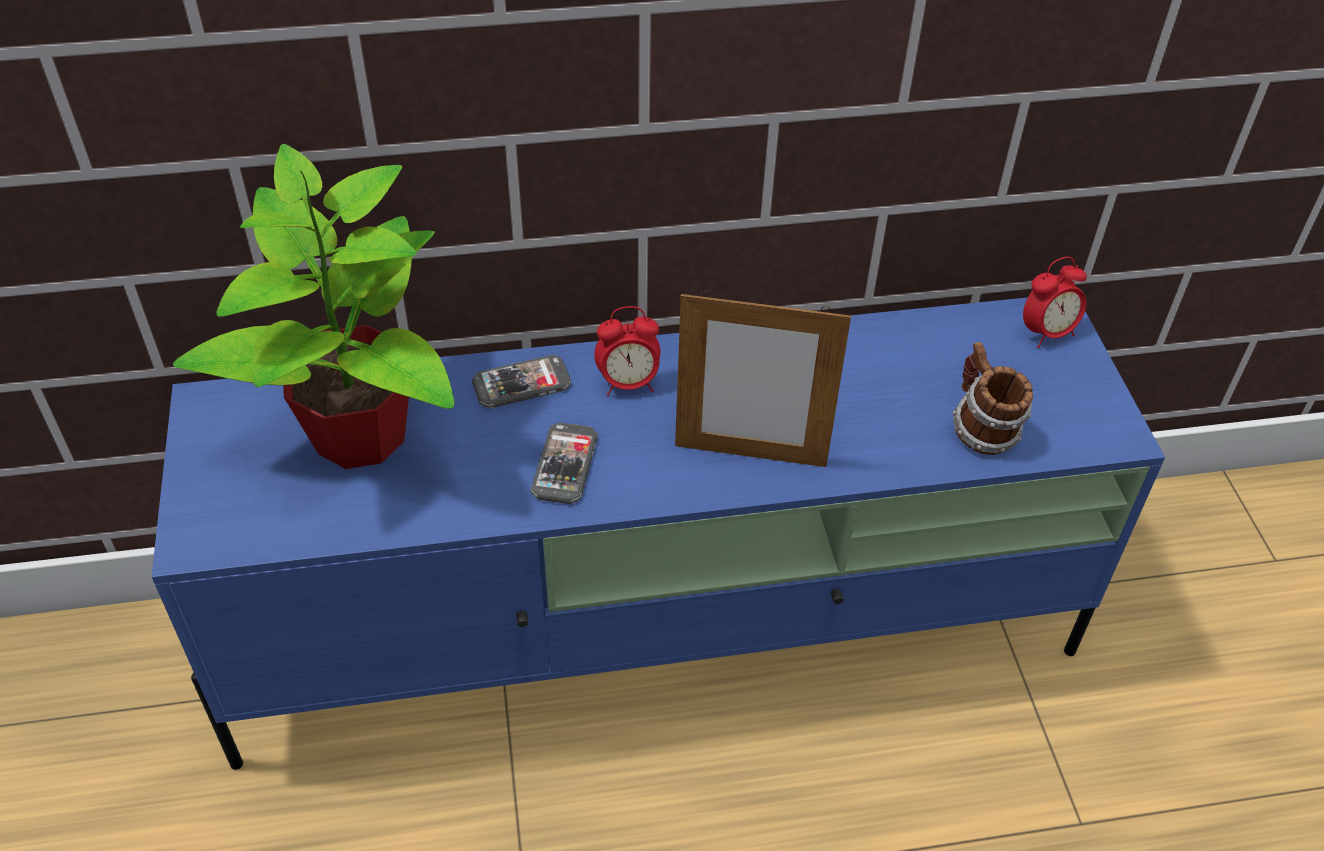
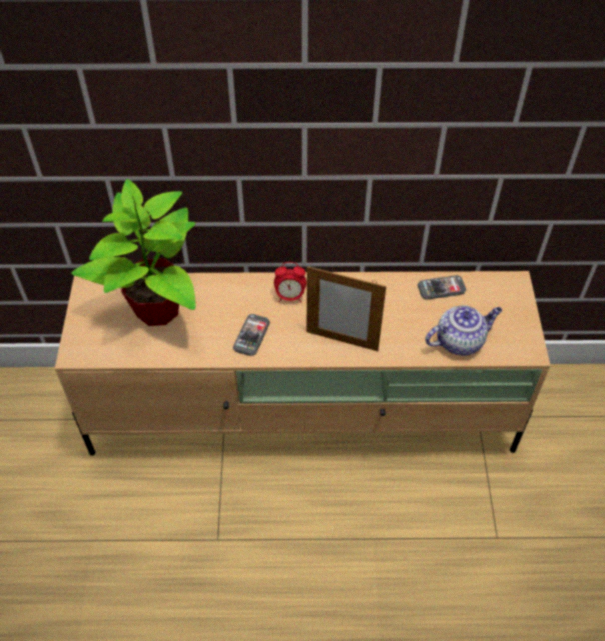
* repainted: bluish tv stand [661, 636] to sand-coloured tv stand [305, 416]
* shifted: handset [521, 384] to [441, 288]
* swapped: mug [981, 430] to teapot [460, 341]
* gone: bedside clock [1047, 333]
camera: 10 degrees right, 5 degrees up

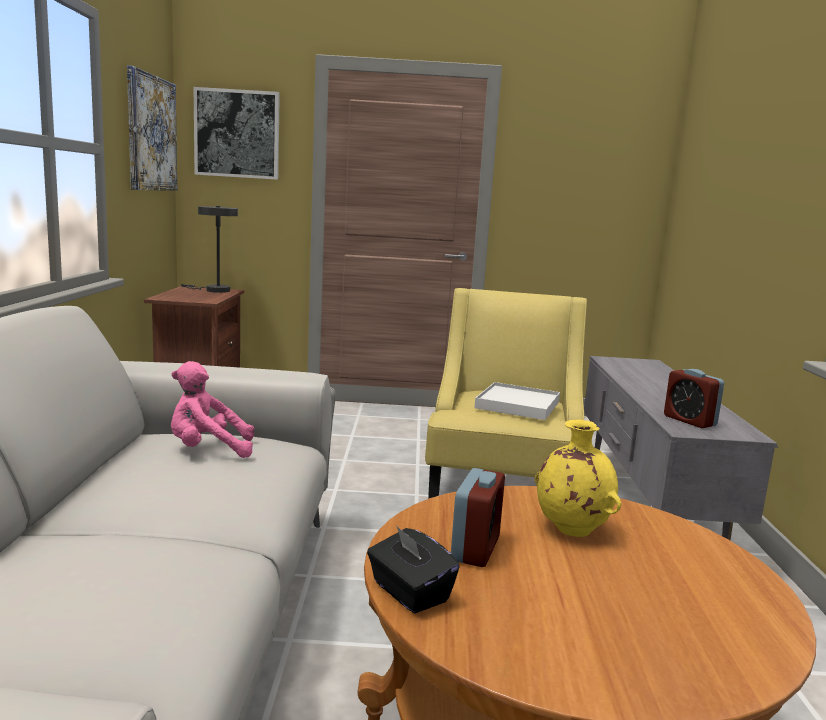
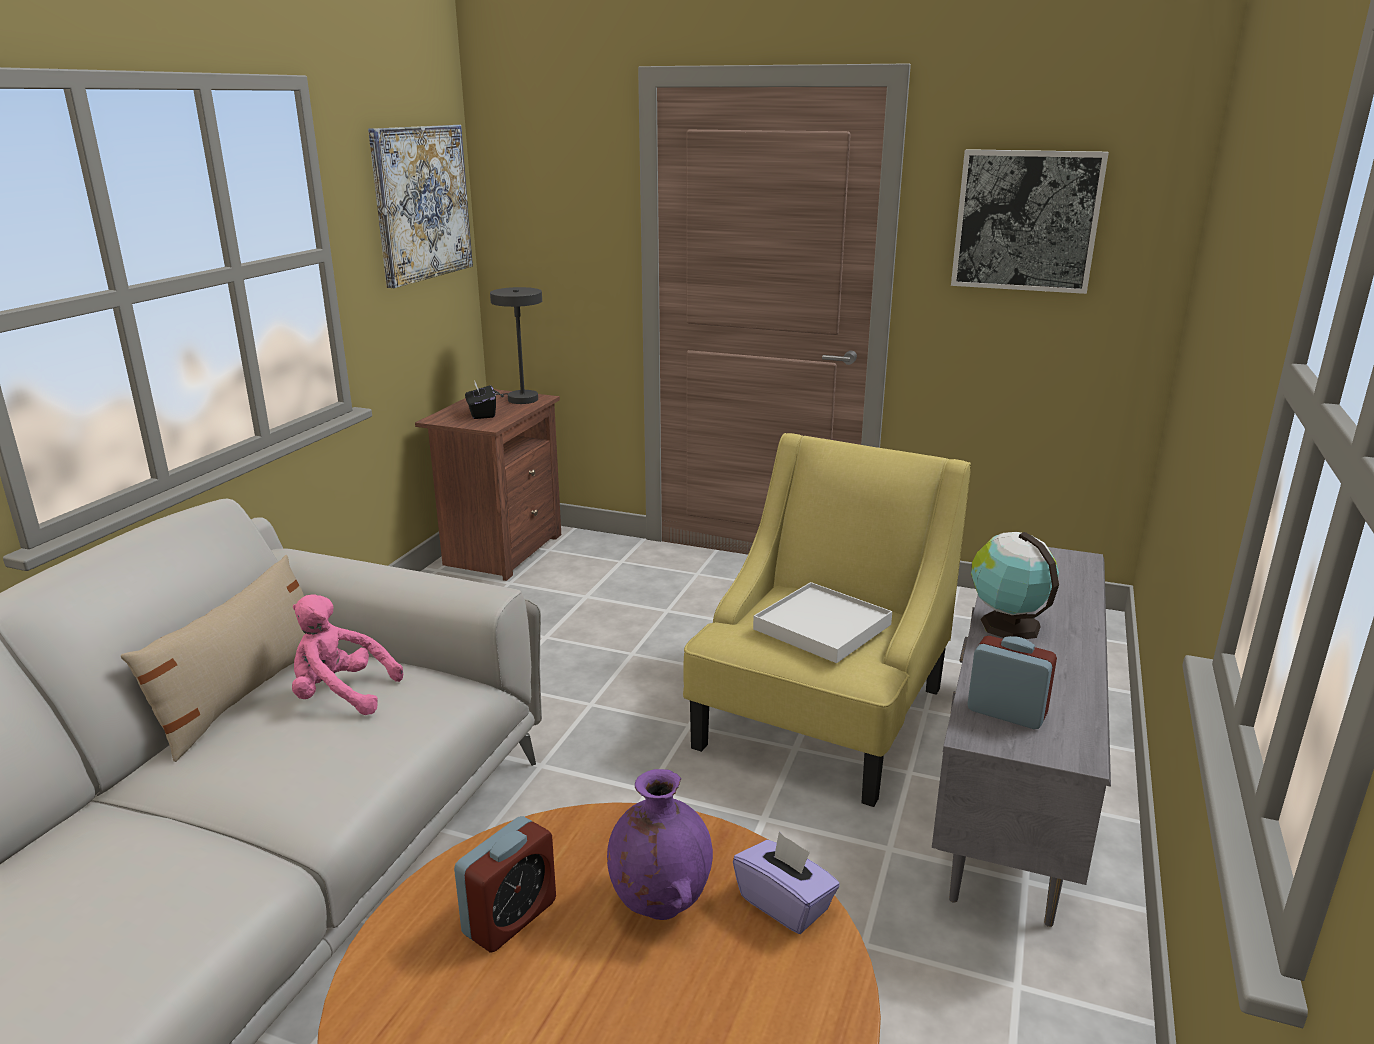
* shifted: wall picture [237, 134] to [1026, 221]
* shifted: blackish tissue holder [409, 592] to [481, 414]
* repainted: yellow vase [571, 530] to purple-coloured vase [659, 904]
* rotated: bedside clock [689, 421] = [1006, 712] 135 degrees clockwise
* new: sand-coloured pillow [244, 694]
* new: purple-coloured tissue holder [784, 904]
* new: globe [1007, 624]
camera: 20 degrees right, 10 degrees up

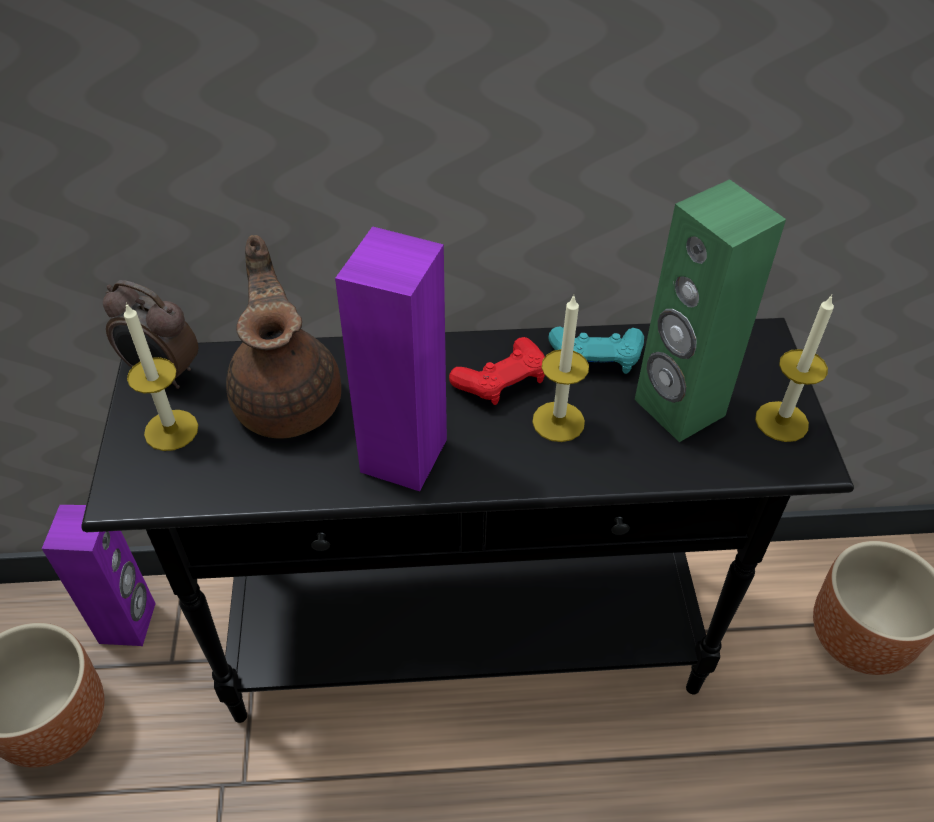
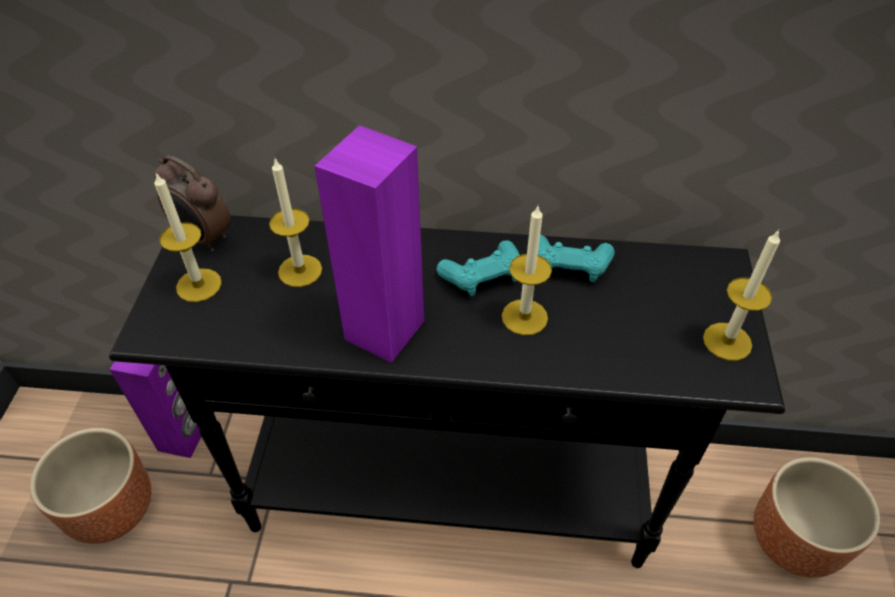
* swapped: brownish teapot [289, 399] to wax light [300, 270]
* repainted: reddish joypad [502, 381] to blue-green joypad [482, 276]
* gone: green-coloured loudspeaker [678, 408]
camera: 10 degrees right, 0 degrees up

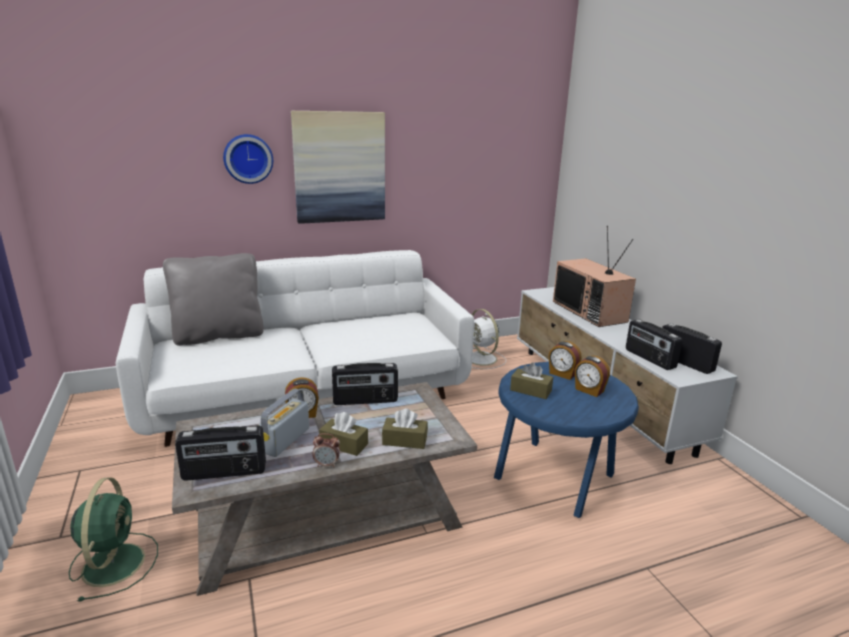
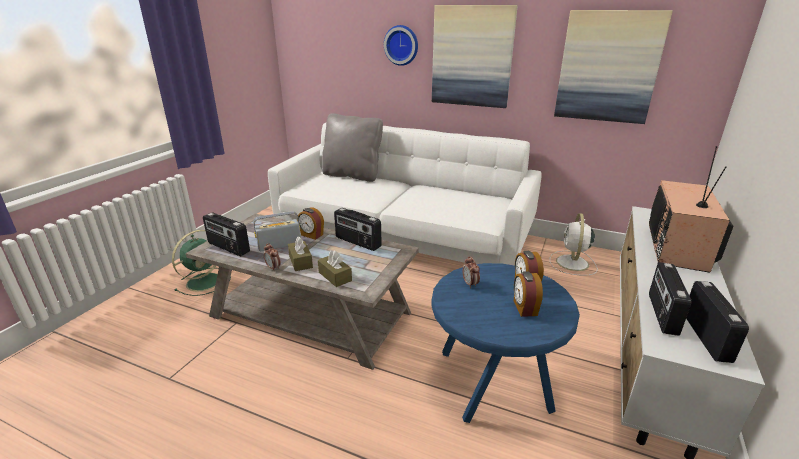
* swapped: brownish tissue holder [530, 390] to bedside clock [470, 284]
* new: wall picture [608, 67]
camera: 45 degrees right, 5 degrees up

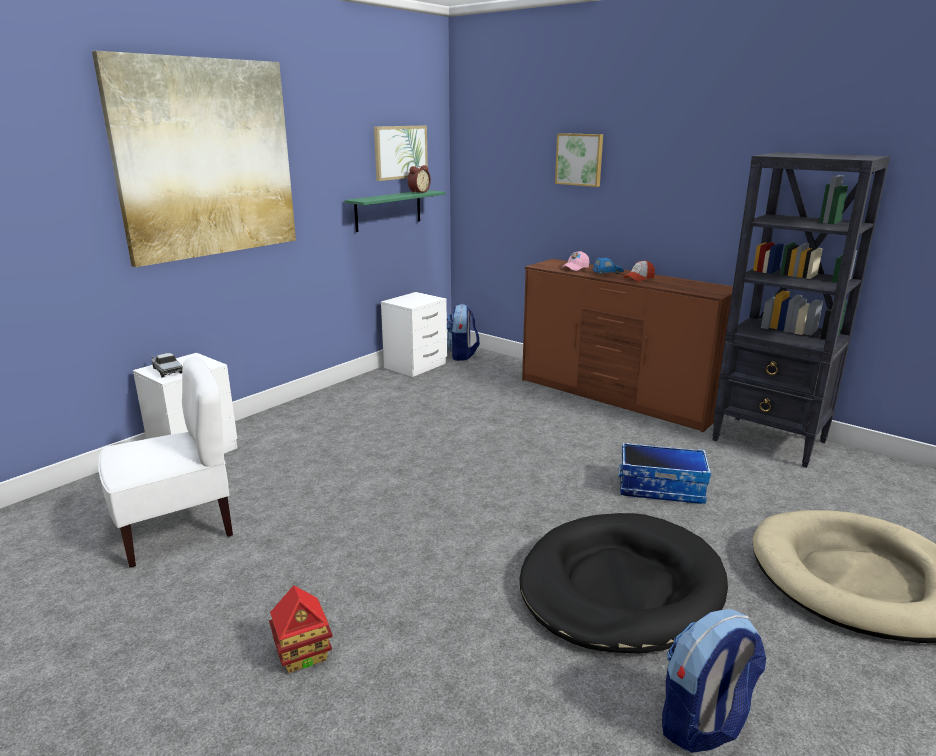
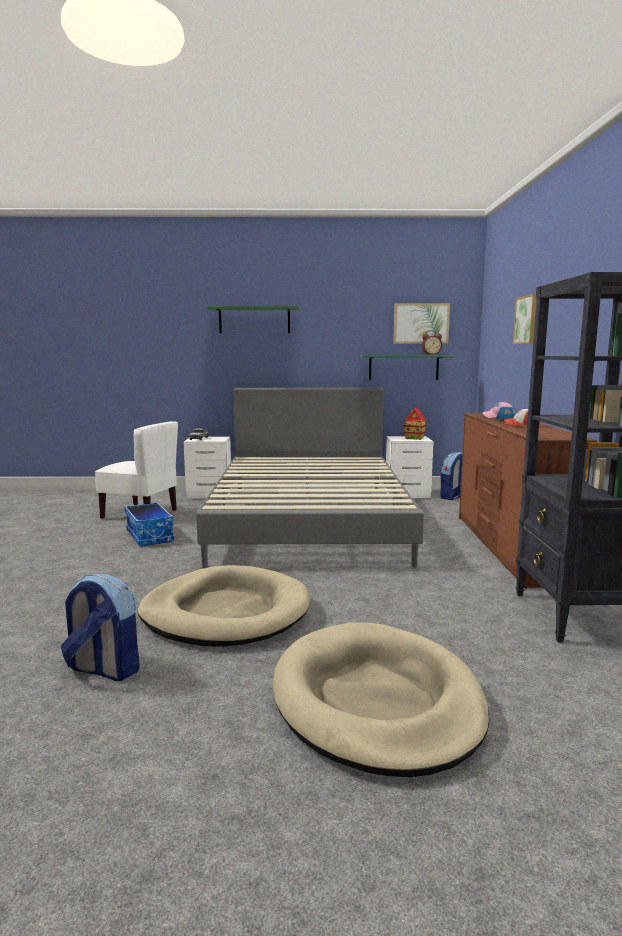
* swapped: wall picture [206, 159] to green-coloured wall shelf [254, 320]
* shifted: miniature house [303, 655] to [414, 438]
* repainted: blackish dog cushion [620, 587] to sand-coloured dog cushion [225, 612]
* shifted: storage container [661, 488] to [150, 536]
* new: gray sleeping bed [309, 520]
camera: 50 degrees right, 10 degrees down

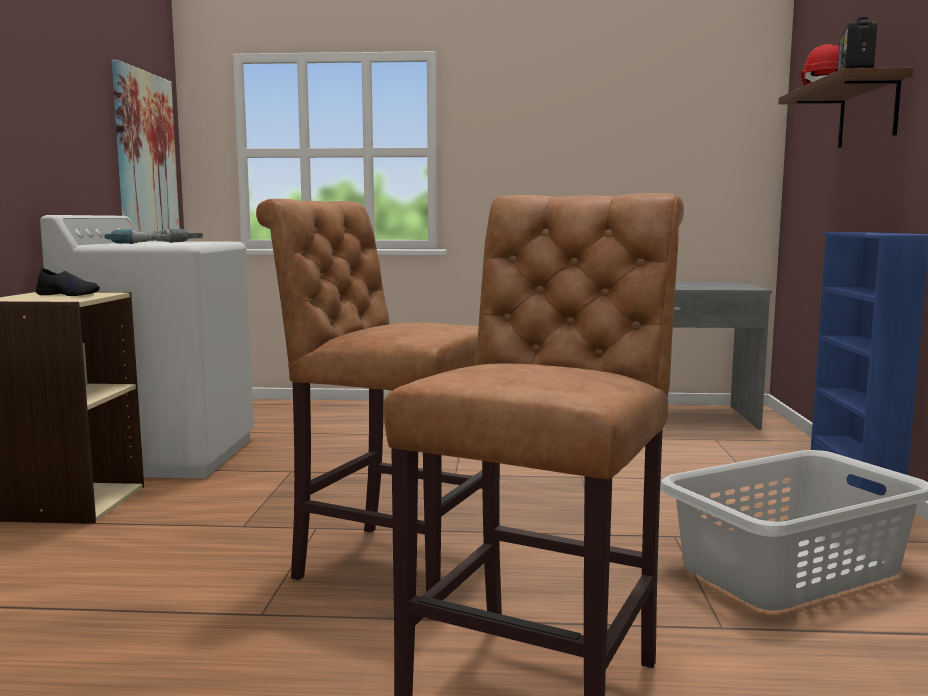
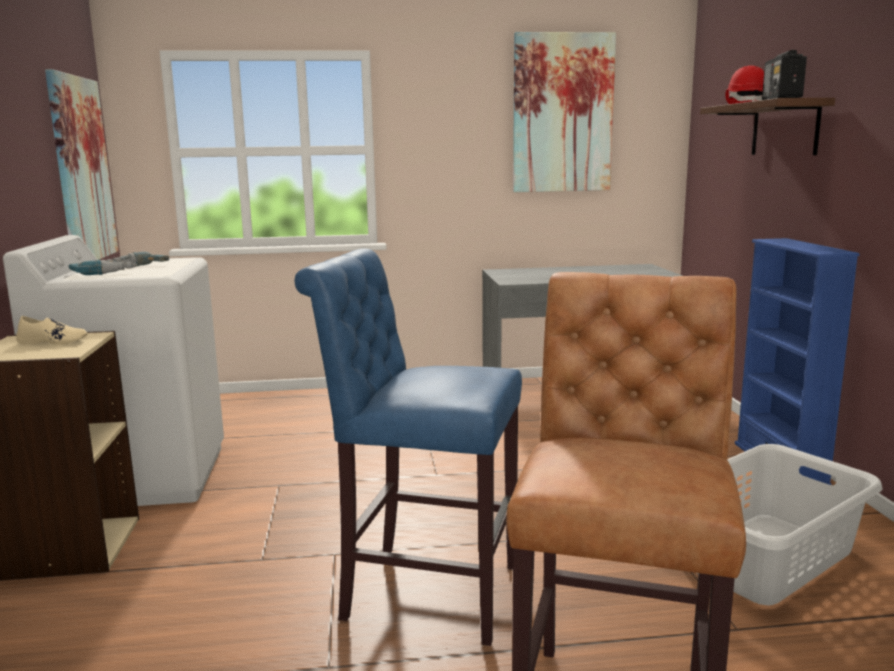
* repainted: blackish low shoe [69, 295] to sand-coloured low shoe [54, 342]
* repainted: brownish stool [388, 564] to bluish stool [422, 591]
* new: wall picture [562, 113]
camera: 10 degrees left, 5 degrees up

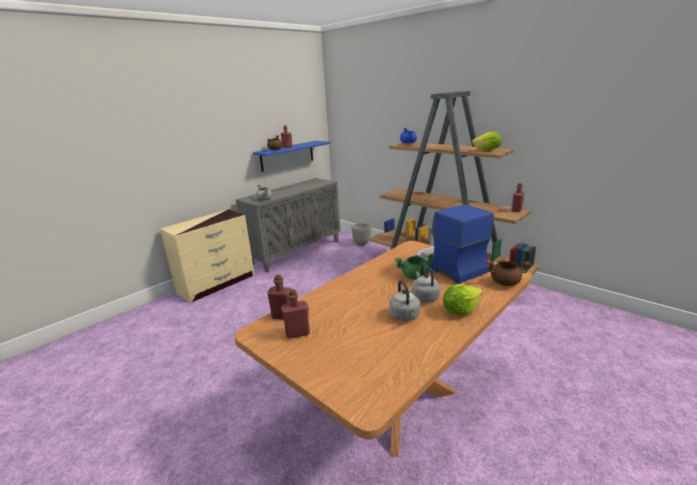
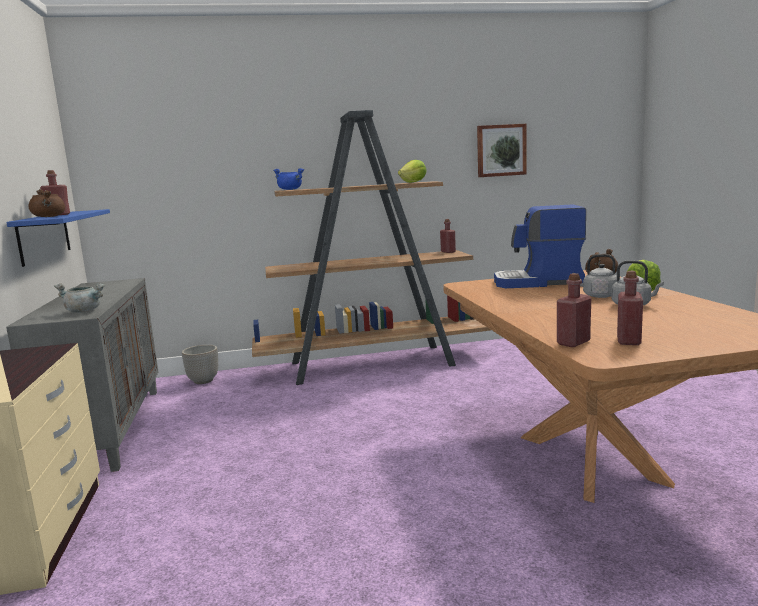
* gone: green-coloured saucepot [414, 277]
* new: wall picture [501, 150]
camera: 55 degrees left, 10 degrees down

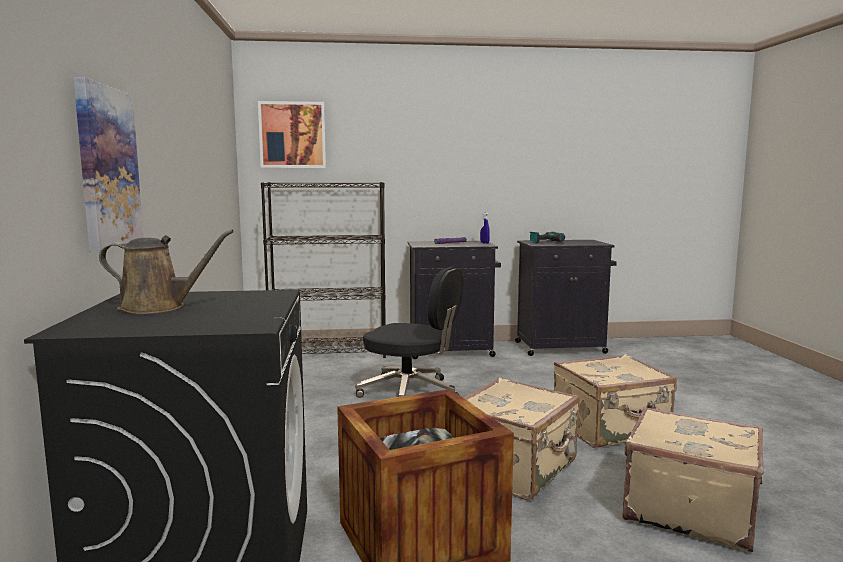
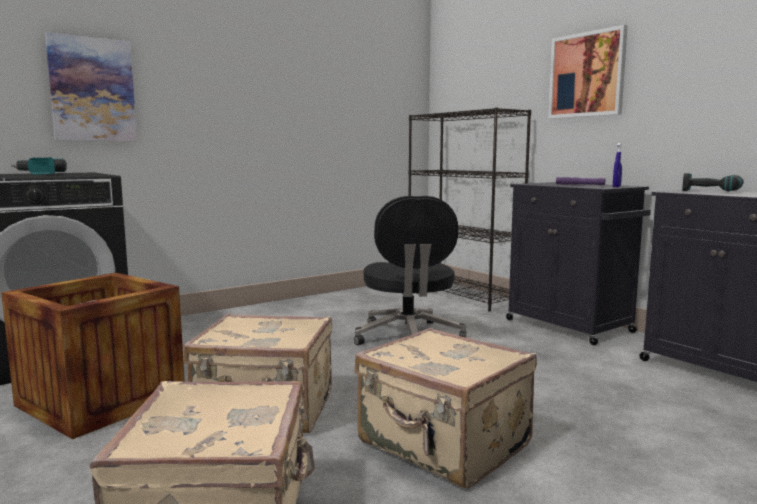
* swapped: brownish sprinkling can [158, 307] to electric drill [39, 174]
* shifted: wall picture [292, 135] to [587, 75]
camera: 60 degrees right, 0 degrees up

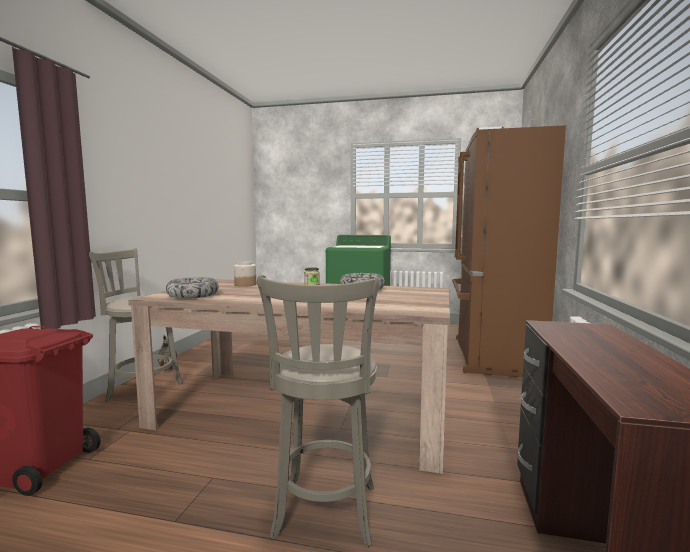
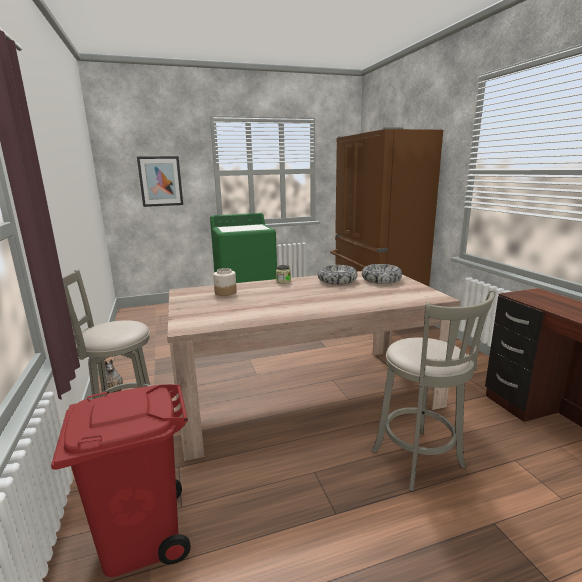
* shifted: serving bowl [193, 295] to [381, 279]
* new: wall picture [160, 181]
camera: 30 degrees left, 10 degrees up

